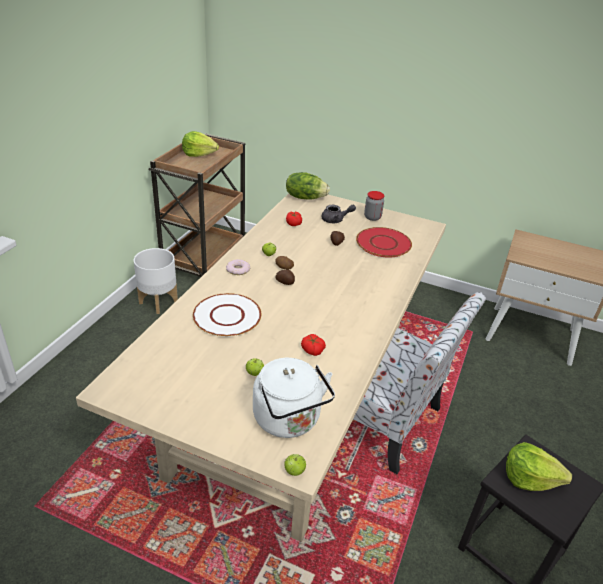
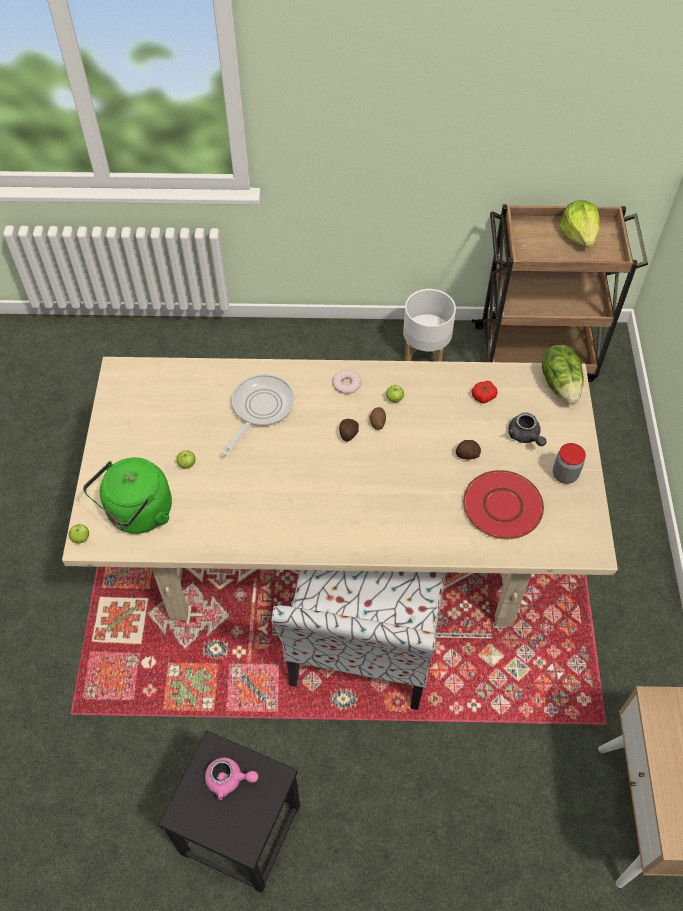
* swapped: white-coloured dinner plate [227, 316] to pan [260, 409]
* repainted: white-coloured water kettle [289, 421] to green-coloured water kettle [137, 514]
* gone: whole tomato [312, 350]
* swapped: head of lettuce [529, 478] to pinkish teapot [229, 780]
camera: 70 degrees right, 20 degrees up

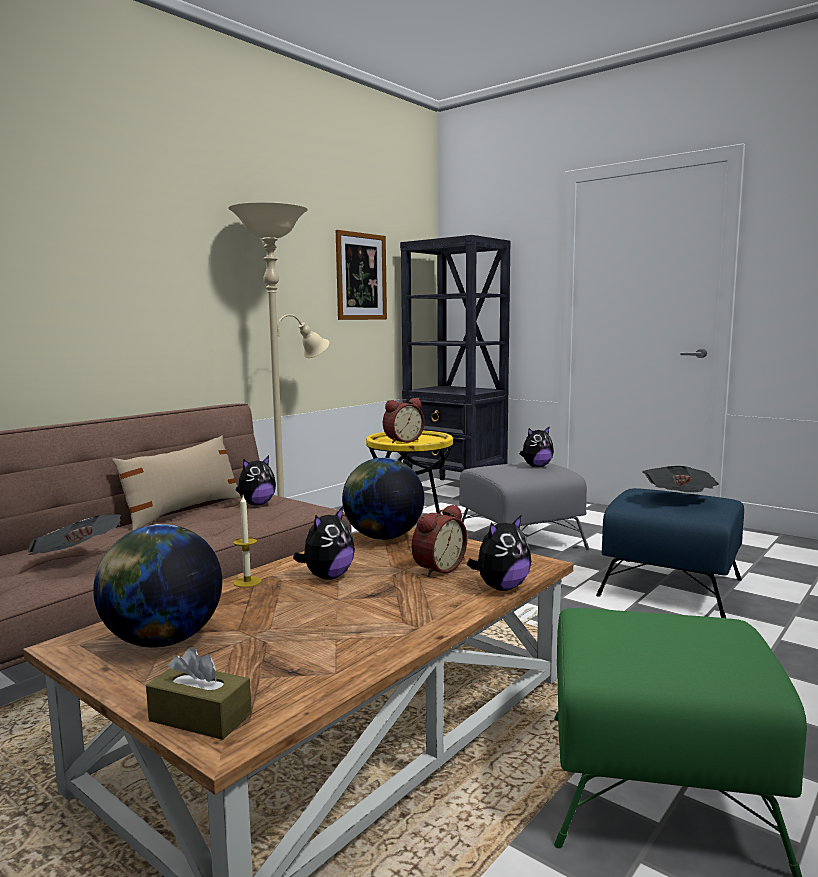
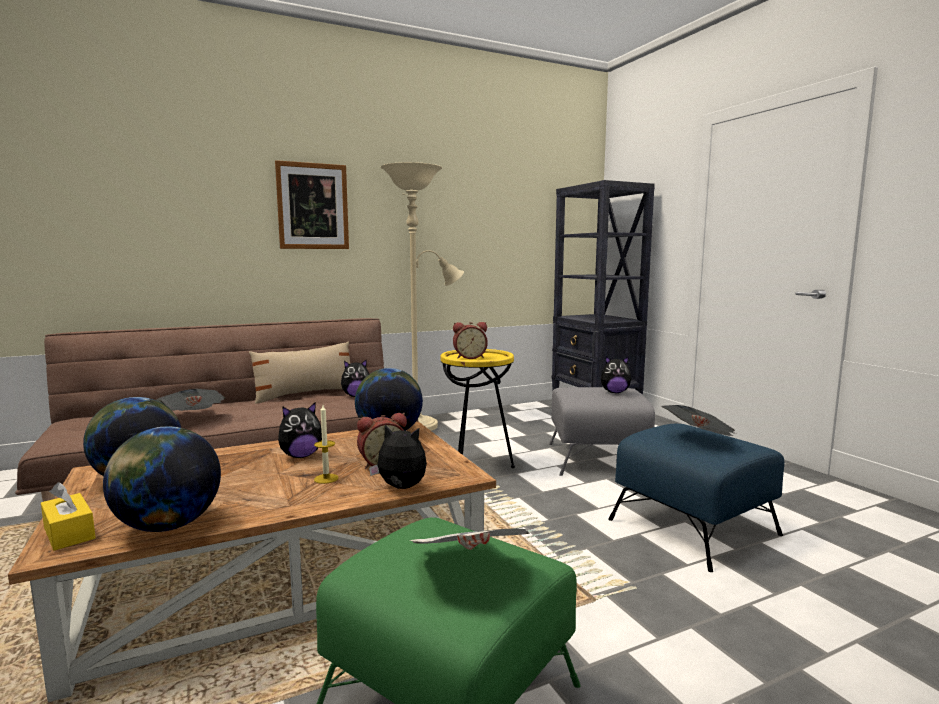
* repainted: brownish tissue holder [200, 717] to yellow tissue holder [69, 533]
* shifted: wax light [247, 582] to [326, 478]
* shifted: wall picture [361, 276] to [313, 206]
* rotated: soft toy [501, 587] = [401, 488] 150 degrees counterclockwise
* new: globe [168, 526]
* new: daily paper [469, 568]
camera: 25 degrees right, 0 degrees up

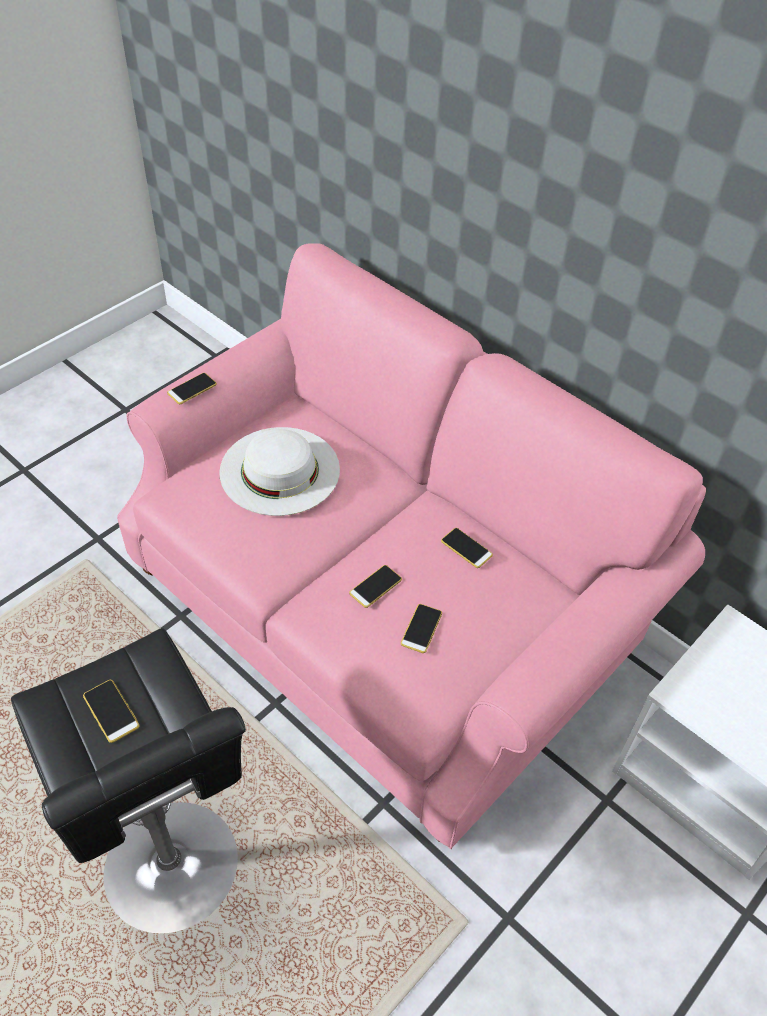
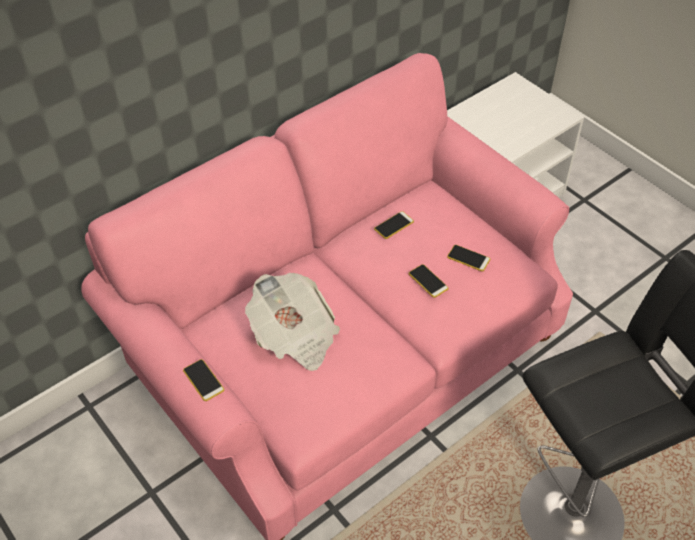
* gone: handset [111, 711]
* swapped: white-coloured wearable hat [279, 470] to daily paper [295, 336]
camera: 80 degrees left, 0 degrees up

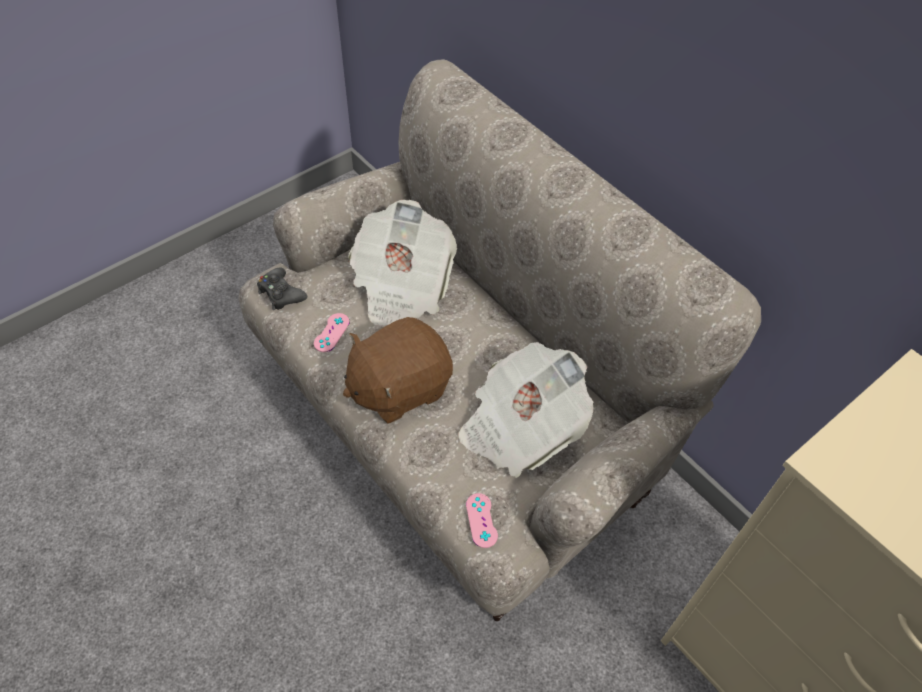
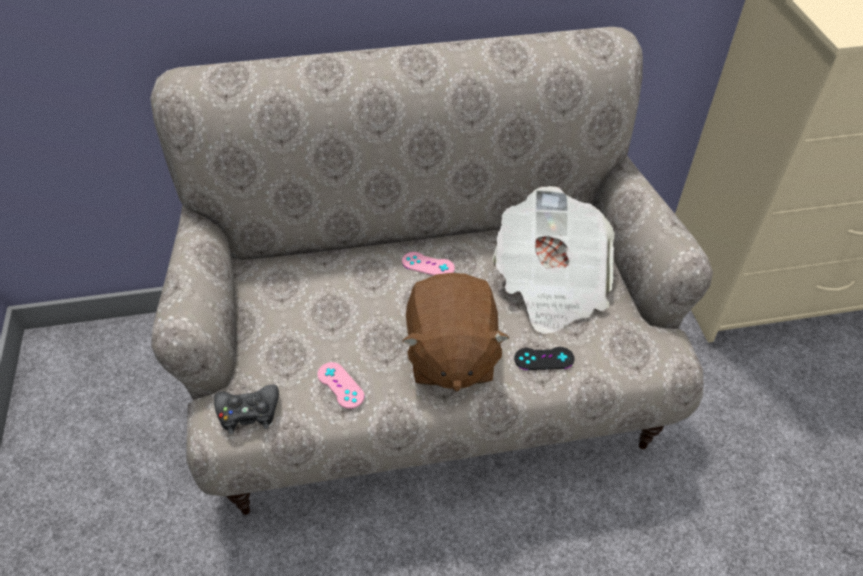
* gone: daily paper [401, 285]
* shifted: pinkish joypad [481, 520] to [428, 265]
* new: blackish joypad [544, 359]
camera: 60 degrees left, 5 degrees down

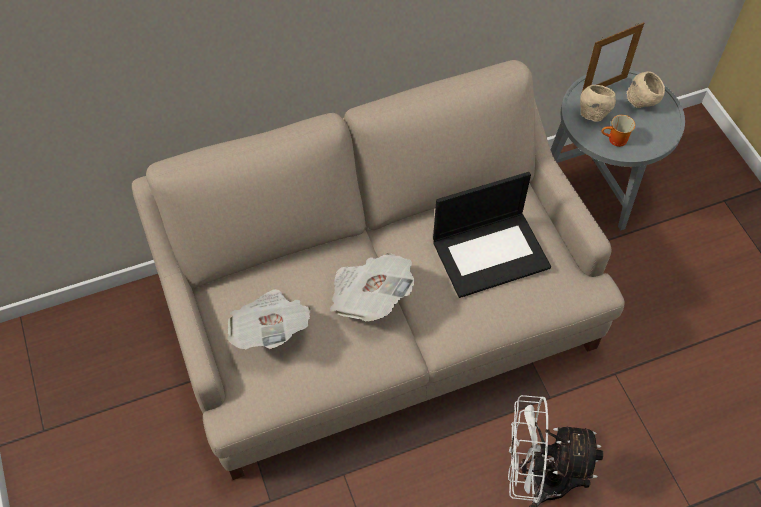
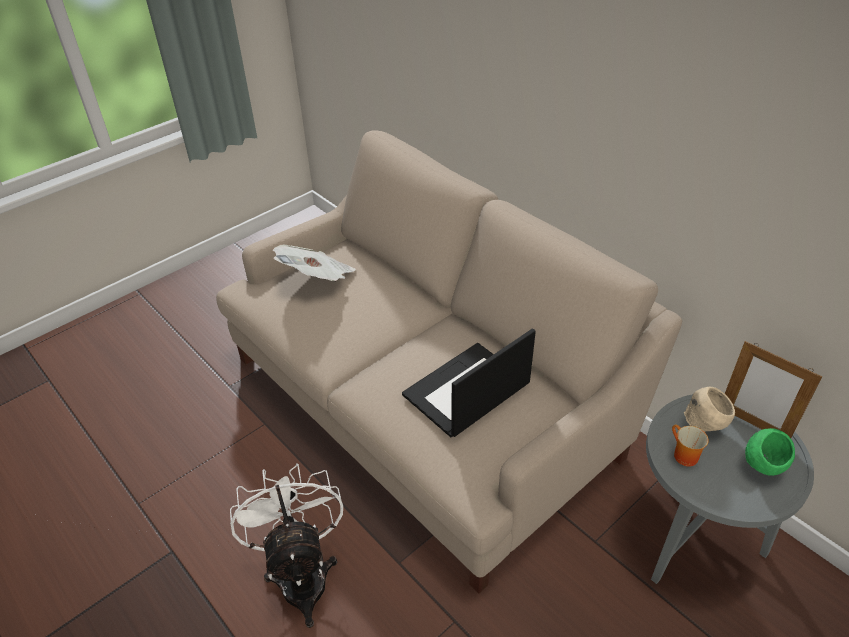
* gone: daily paper [369, 297]
* rotated: notebook computer [491, 253] = [466, 391] 90 degrees clockwise
* repainted: sand-coloured serving bowl [641, 103] to green-coloured serving bowl [761, 468]
camera: 70 degrees right, 15 degrees down

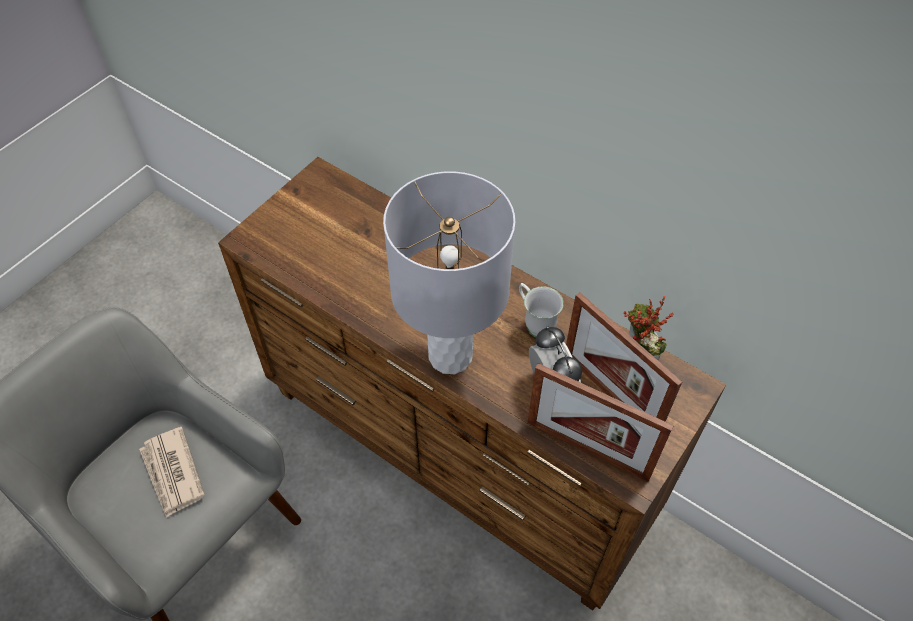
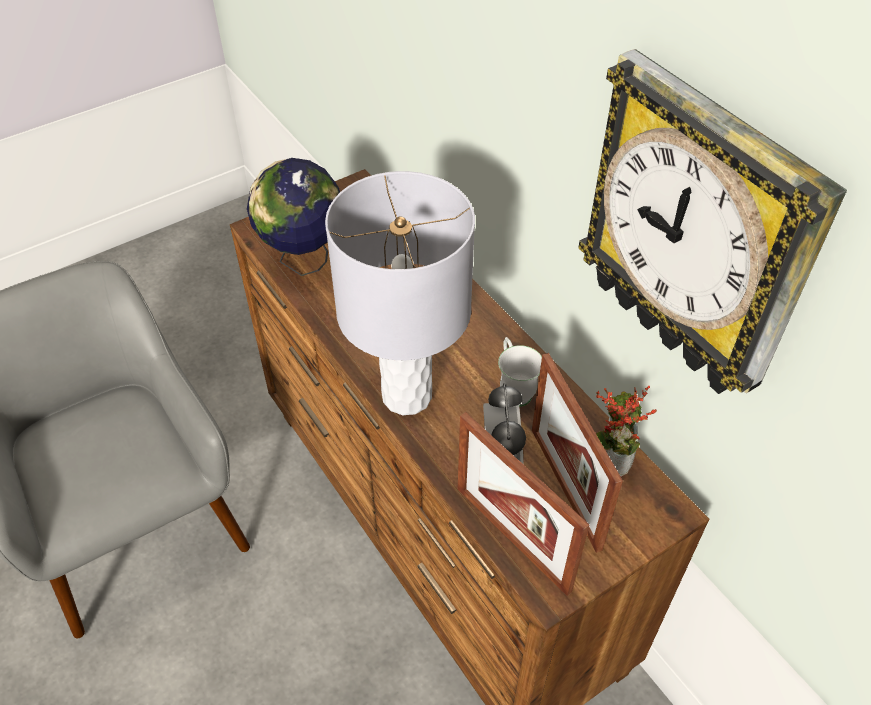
* gone: daily paper [172, 473]
* new: globe [303, 260]
* new: wall clock [697, 234]
camera: 20 degrees right, 5 degrees down

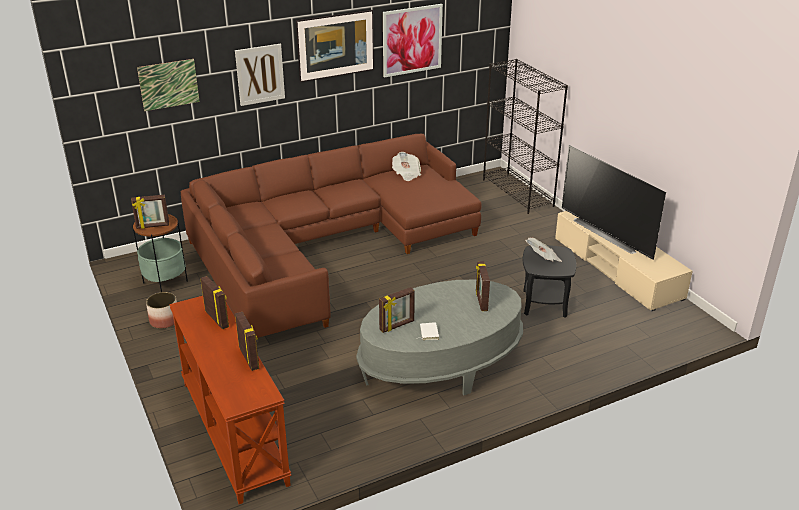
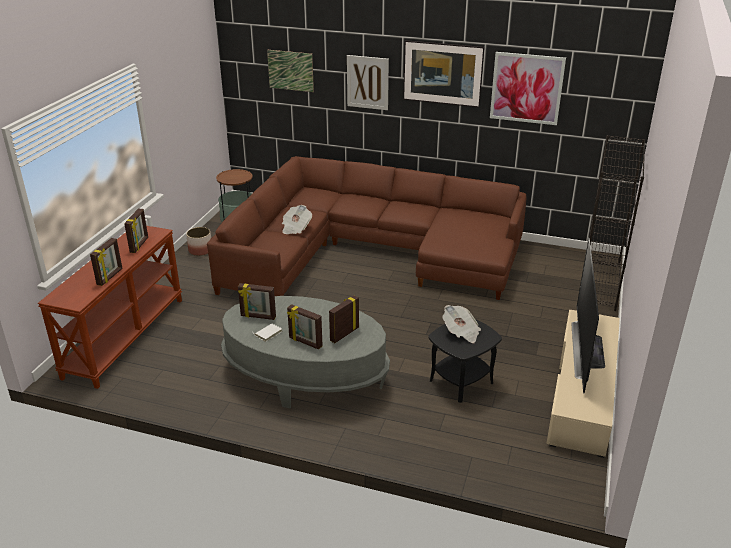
* shifted: picture frame [153, 226] to [305, 342]
* shifted: daily paper [406, 174] to [295, 228]
camera: 45 degrees right, 0 degrees up

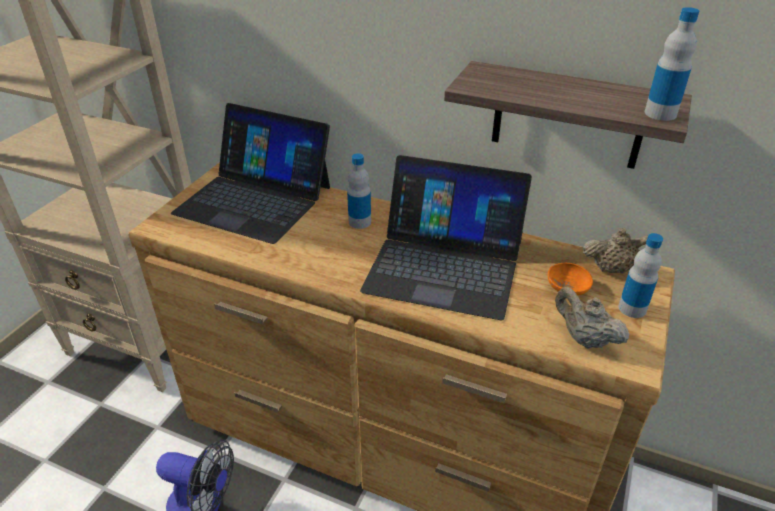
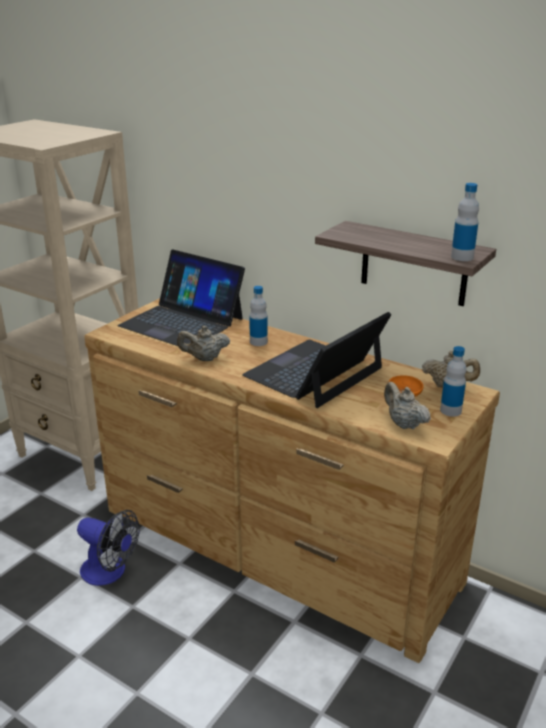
* rotated: notebook computer [445, 265] = [314, 372] 105 degrees clockwise
* new: sand-coloured teapot [204, 359]
camera: 10 degrees right, 10 degrees down

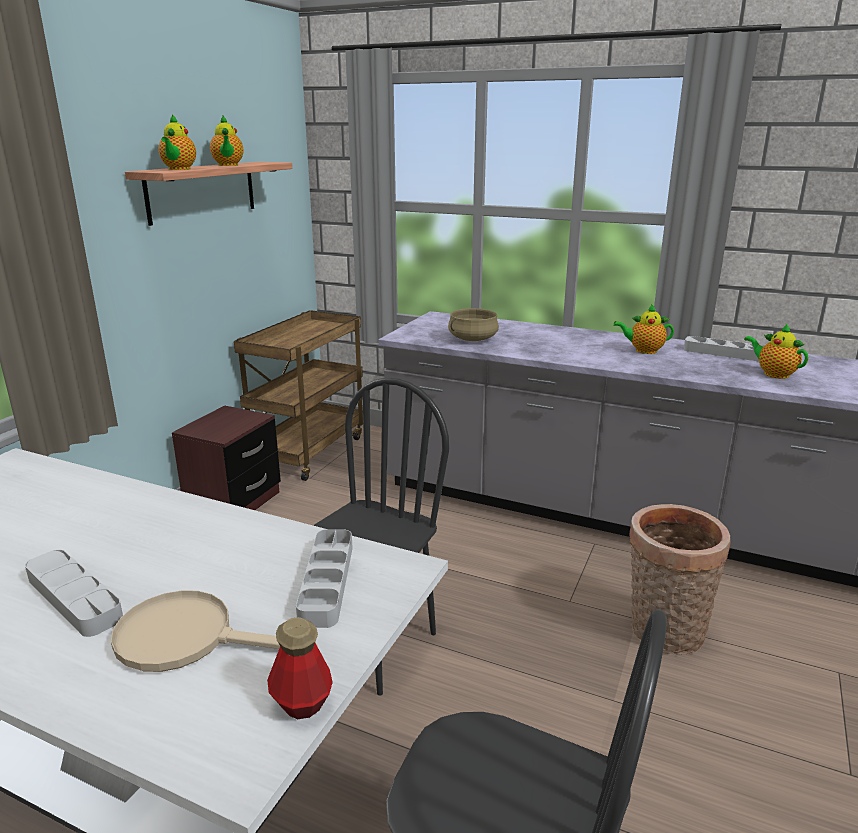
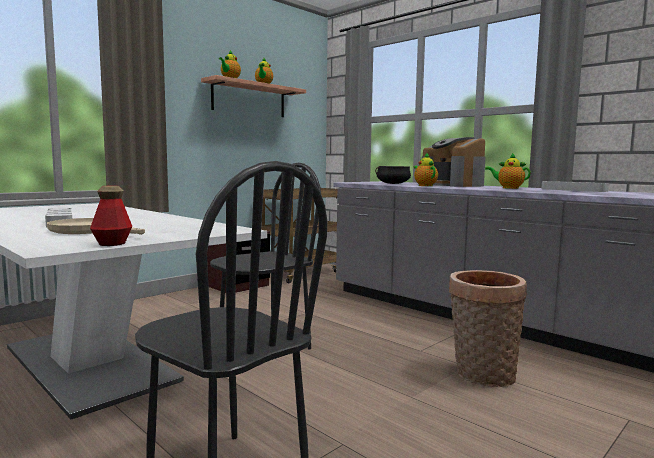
* gone: gray serving tray [327, 582]
* repainted: sand-coloured saucepot [472, 339] to blackish saucepot [393, 183]
* shifted: teapot [773, 374] to [424, 185]
* new: coffee brewer [453, 185]
camera: 20 degrees right, 15 degrees down

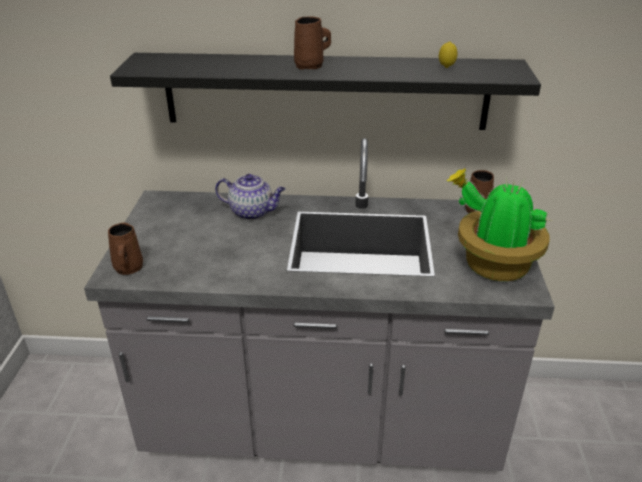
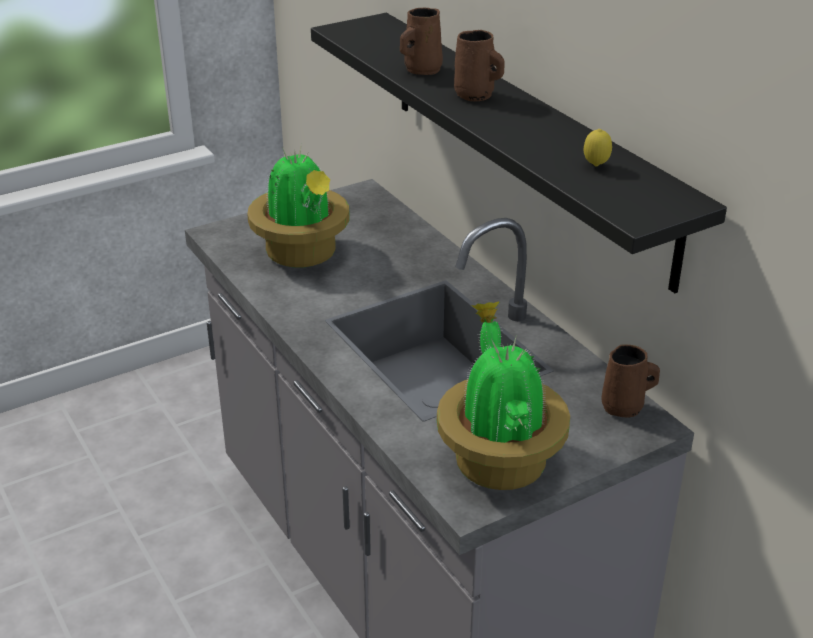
* shifted: brownish mug [128, 268] to [421, 70]
* gone: teapot [252, 212]
* new: plant in a pot [302, 254]
camera: 55 degrees right, 0 degrees up

